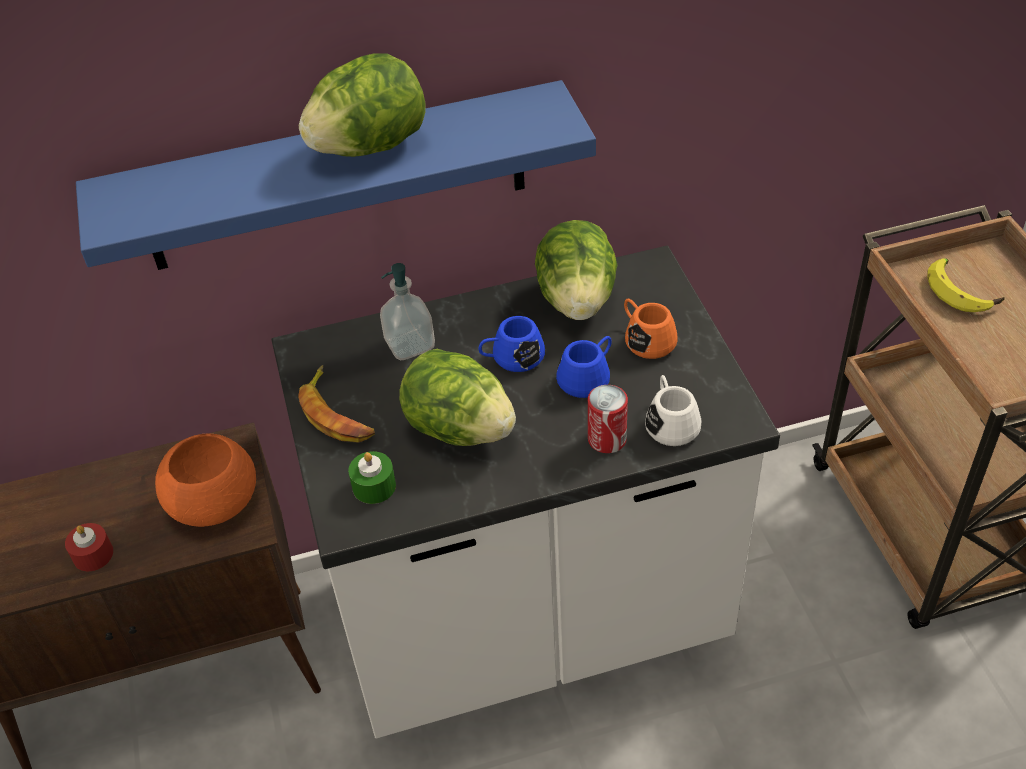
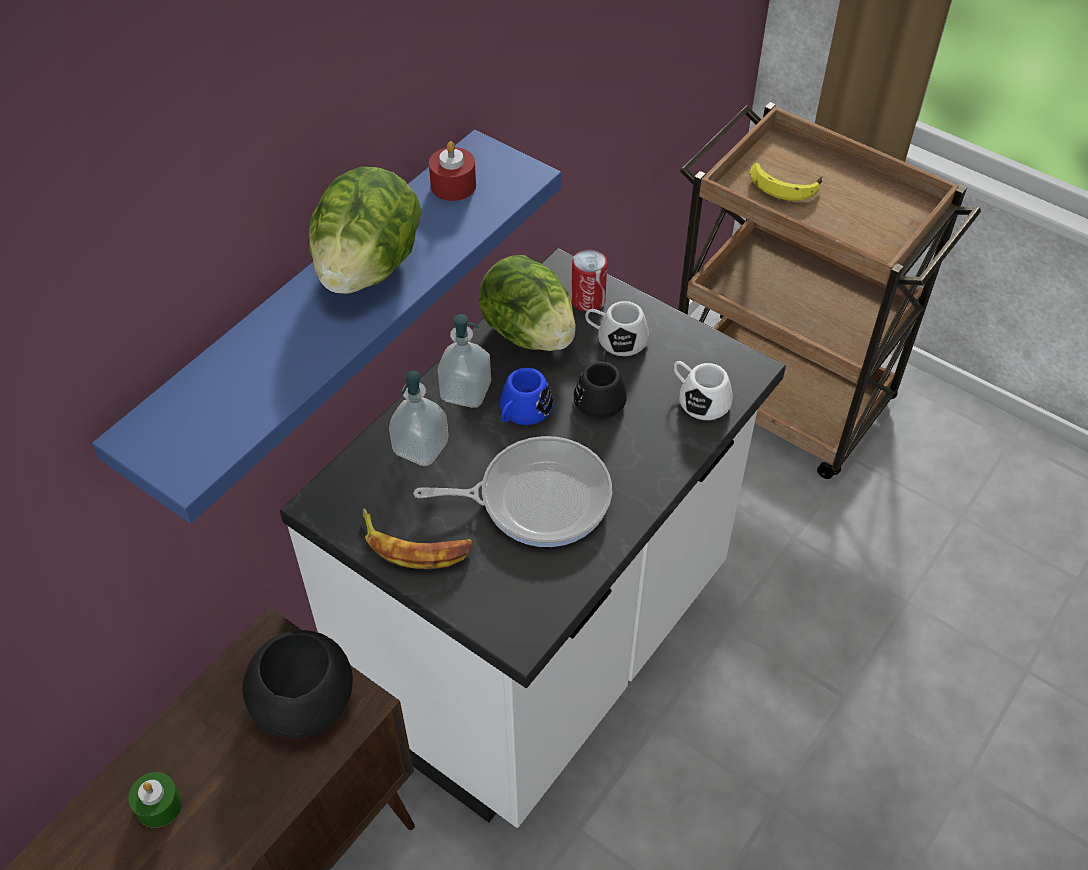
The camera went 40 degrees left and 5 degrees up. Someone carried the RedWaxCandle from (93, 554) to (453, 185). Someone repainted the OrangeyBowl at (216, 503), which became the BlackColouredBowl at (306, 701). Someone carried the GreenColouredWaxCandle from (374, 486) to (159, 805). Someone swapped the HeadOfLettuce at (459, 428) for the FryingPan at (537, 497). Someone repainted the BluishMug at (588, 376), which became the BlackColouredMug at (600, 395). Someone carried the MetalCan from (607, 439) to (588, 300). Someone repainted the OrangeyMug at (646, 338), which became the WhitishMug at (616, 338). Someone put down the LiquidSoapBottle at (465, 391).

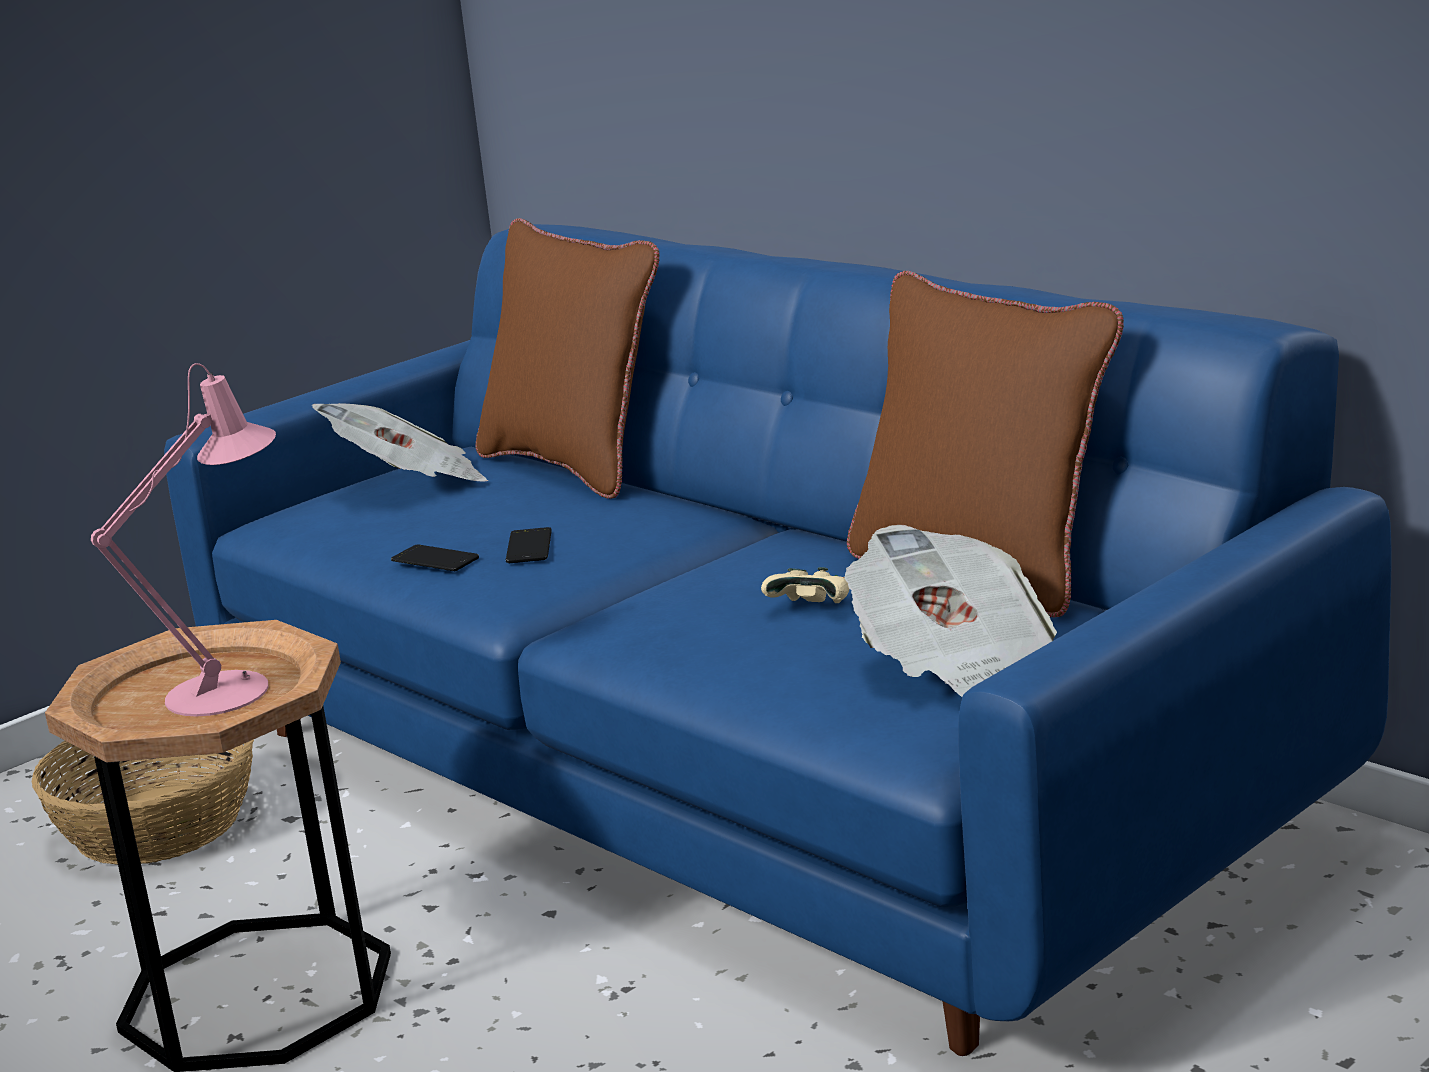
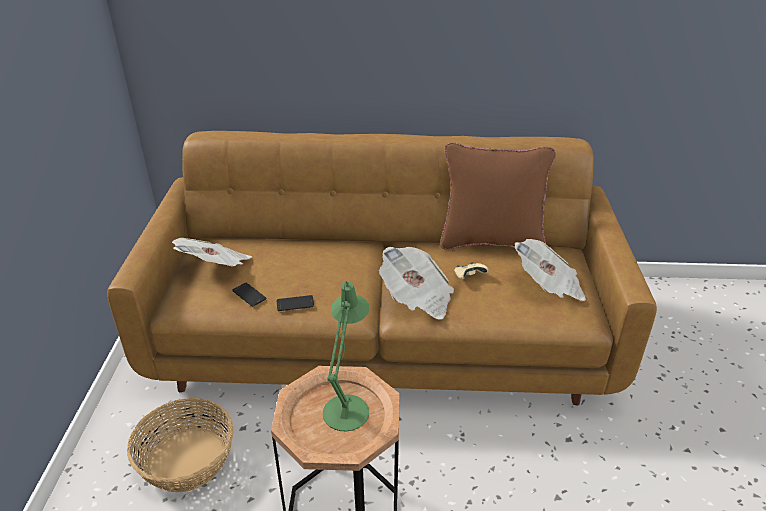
The camera went 45 degrees left and 15 degrees up. Someone repainted the PinkColouredTableLamp at (232, 688), which became the GreenColouredTableLamp at (347, 407). Someone repainted the BluishCouch at (737, 775), which became the BrownishCouch at (383, 333). Someone took away the BrownishPillow at (575, 466). Someone carried the Phone from (529, 547) to (249, 295). Someone put down the PrintedPaper at (417, 298).

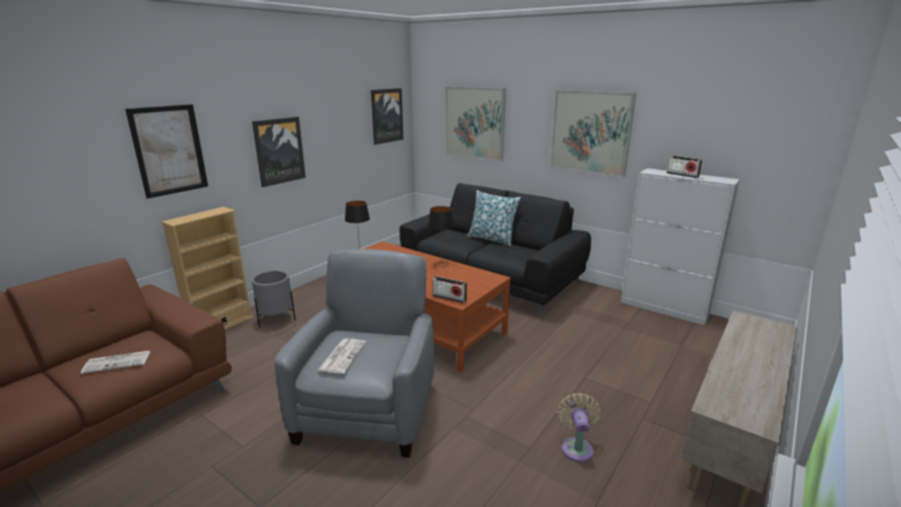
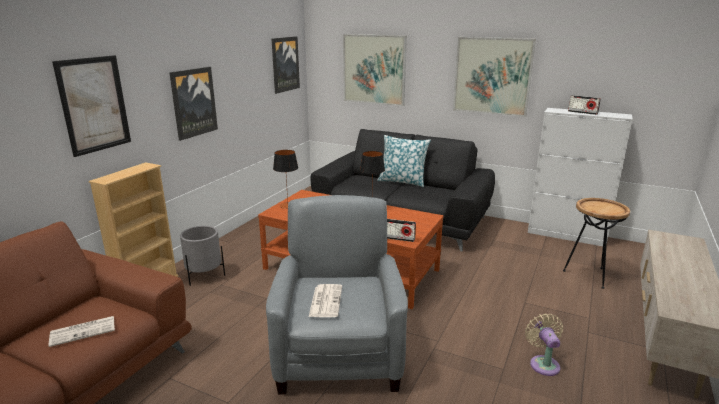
The camera went 10 degrees left and 0 degrees up. Someone put down the BrownishEndTable at (589, 275).

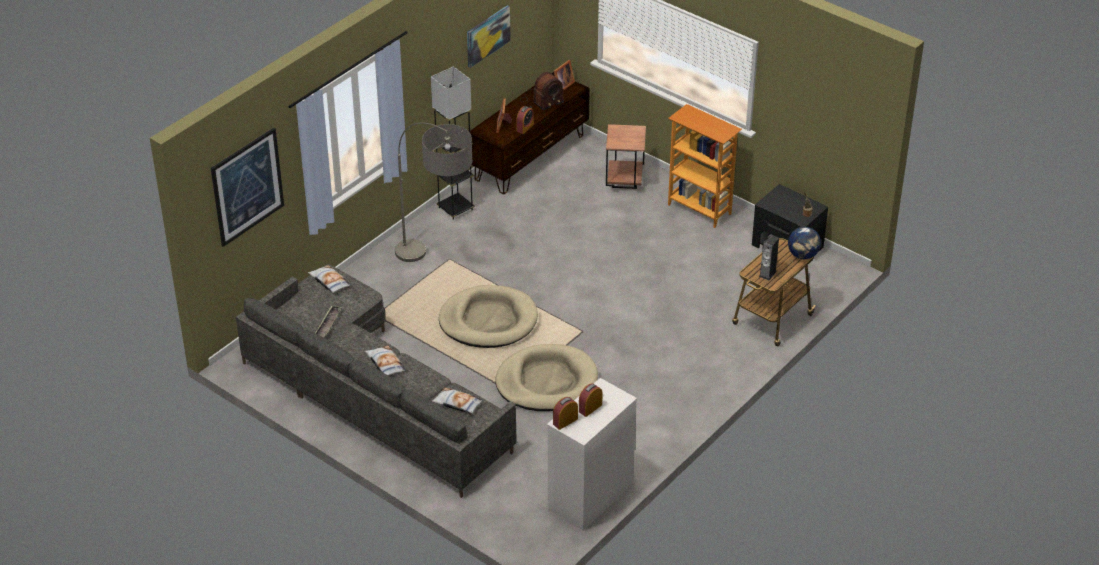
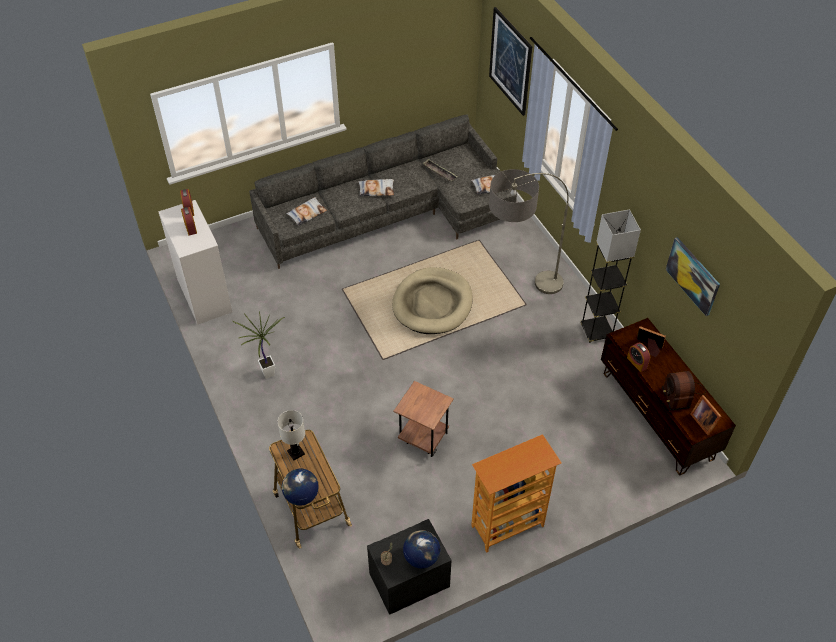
The camera went 115 degrees right and 10 degrees up. Someone took away the BeigePetBed at (546, 382). Someone carried the BrownishEndTable from (624, 181) to (424, 438). Someone swapped the Speaker at (767, 273) for the WhitishTableLamp at (296, 453). Someone put down the PlantInAPot at (268, 376). Someone put down the DeskGlobe at (421, 557).

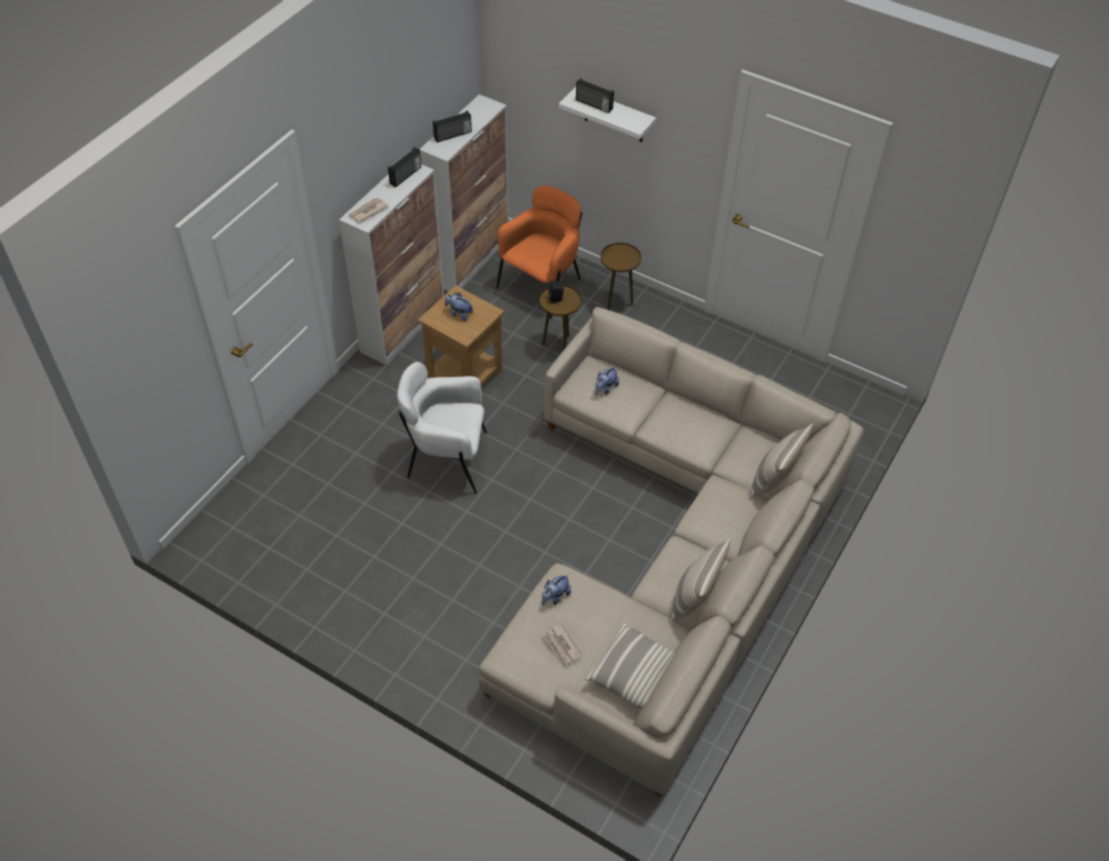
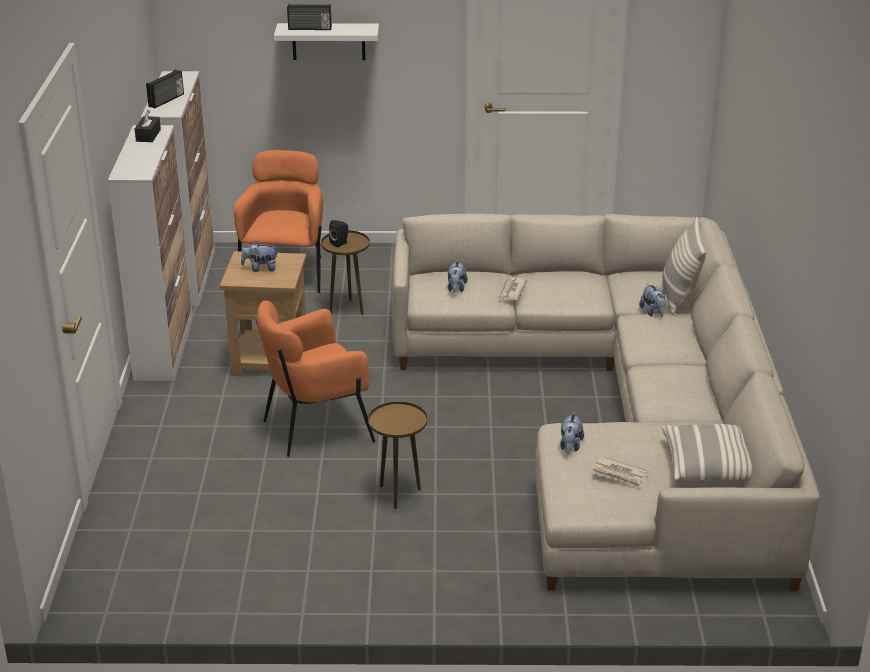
The camera went 30 degrees left and 20 degrees down. Someone carried the PrintedPaper from (367, 211) to (511, 291). Someone swapped the Radio at (406, 176) for the BlackColouredTissueBox at (148, 135). Someone repainted the WhitishLoungeChair at (447, 459), which became the OrangeyLoungeChair at (316, 428). Someone carried the BrownishEndTable from (617, 302) to (398, 494). Someone took away the Pillow at (694, 598). Someone put down the PlushToy at (653, 312).

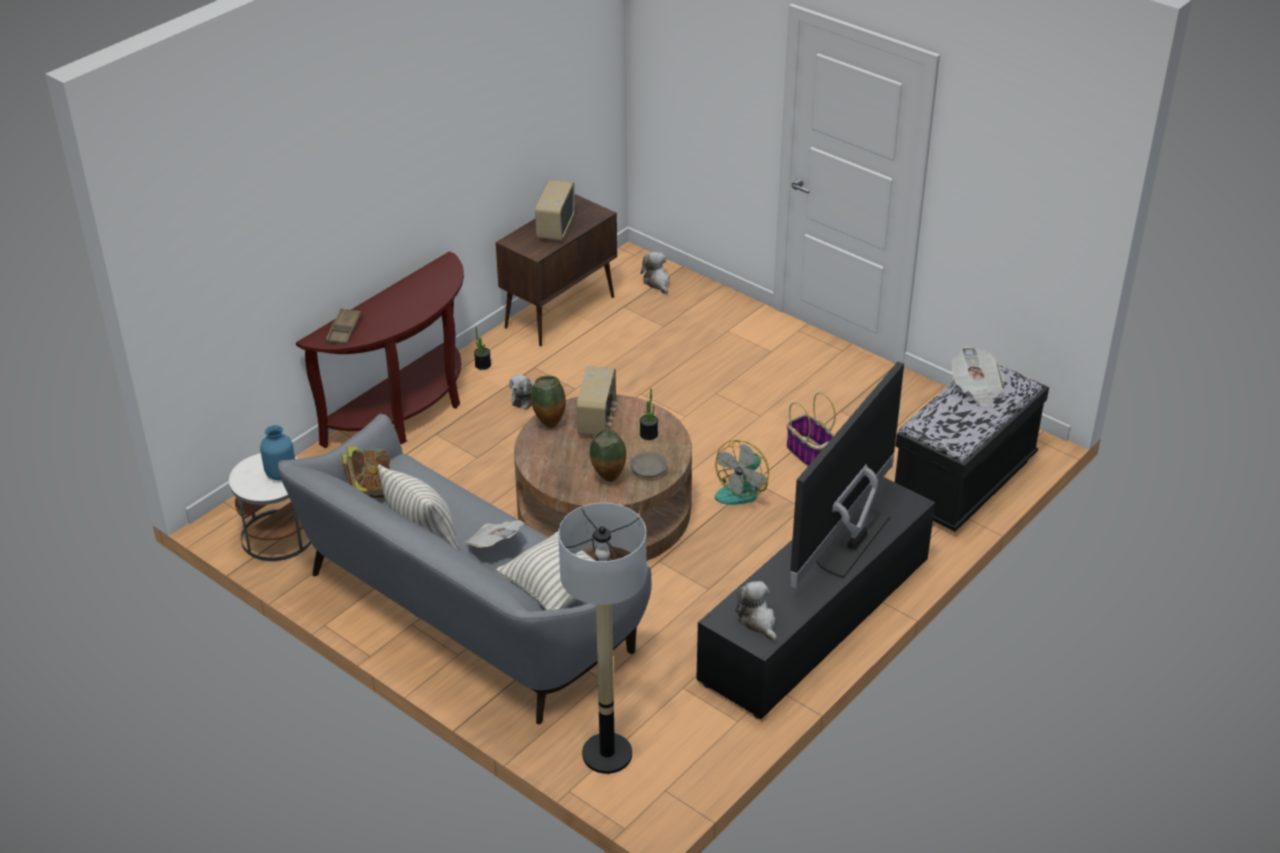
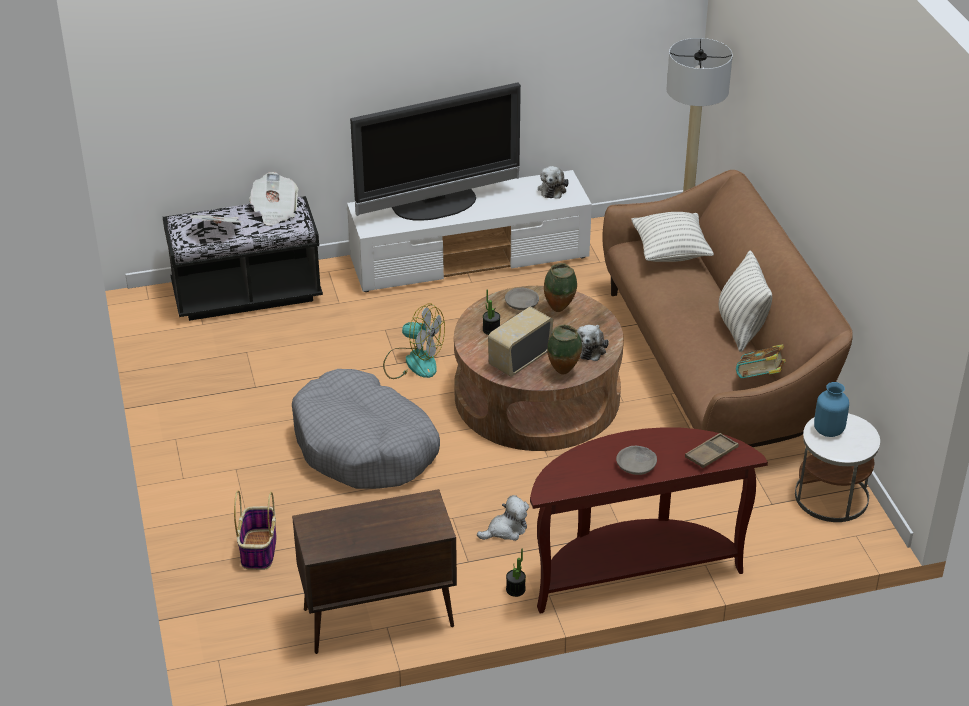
The camera went 145 degrees left and 0 degrees up. Someone repainted the GreyCouch at (463, 612), which became the BrownishCouch at (714, 369). Someone carried the PrintedPaper from (495, 545) to (274, 211). Someone took away the Radio at (555, 228). Someone carried the PlushToy from (657, 282) to (591, 348). Someone repainted the BlackColouredTvStand at (815, 622), which became the WhitishTvStand at (470, 259). Someone rotated the ElectricFan at (742, 489) by 45 degrees clockwise. Someone carried the Basket from (810, 454) to (258, 549). Someone put down the GreyPetBed at (364, 446). Someone put down the GreyBowl at (636, 465).

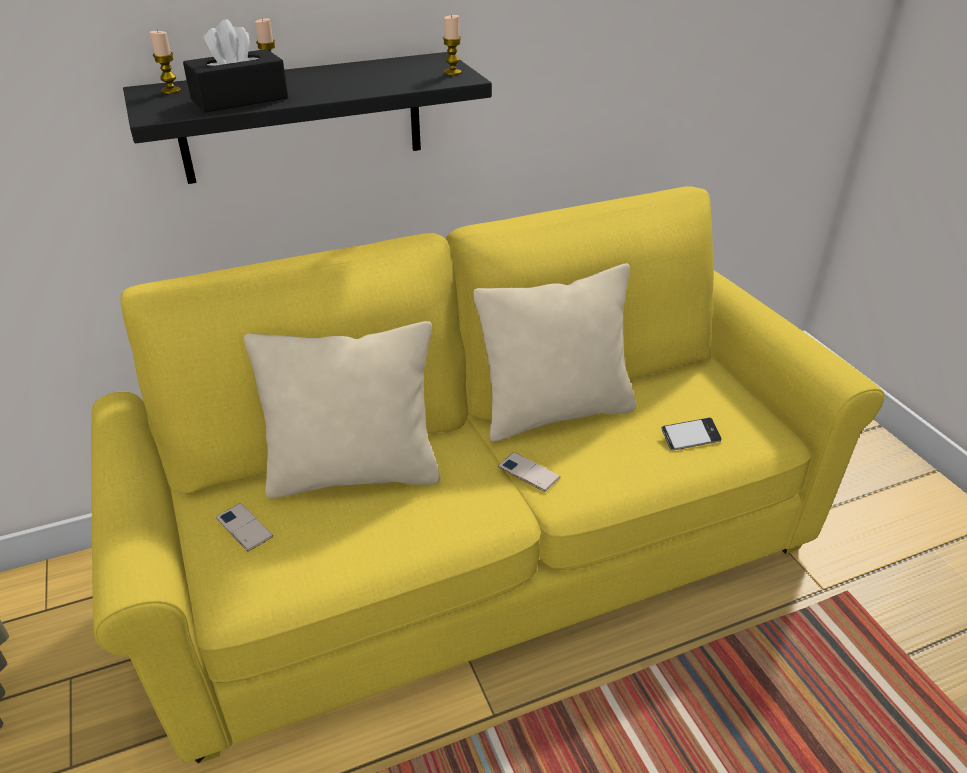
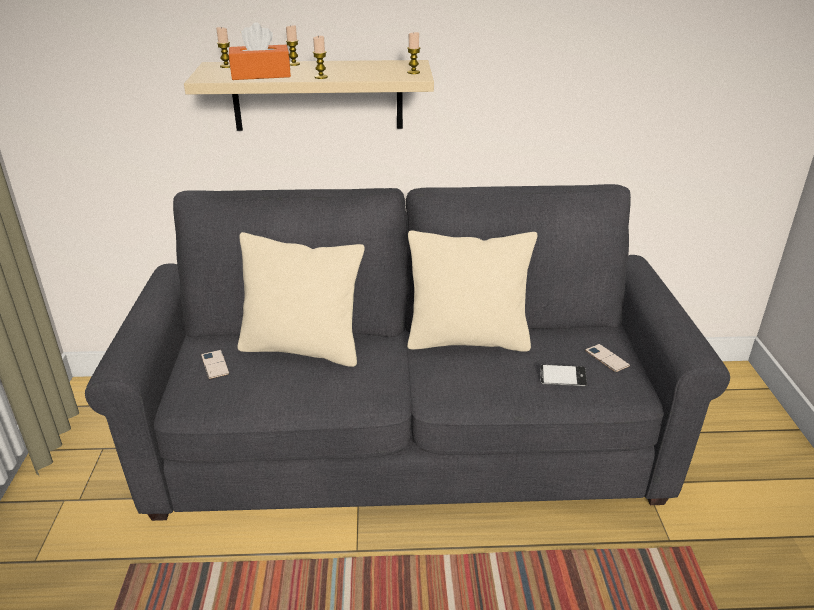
The camera went 20 degrees right and 5 degrees down. Someone repainted the YellowishCouch at (484, 548), which became the GreyCouch at (407, 439). Someone repainted the BlackColouredWallShelf at (302, 118), which became the BeigeWallShelf at (318, 95). Someone repainted the BlackColouredTissueBox at (239, 99), which became the OrangeyTissueBox at (261, 75). Someone carried the Phone from (528, 472) to (607, 358). Someone put down the WaxCandle at (321, 77).

